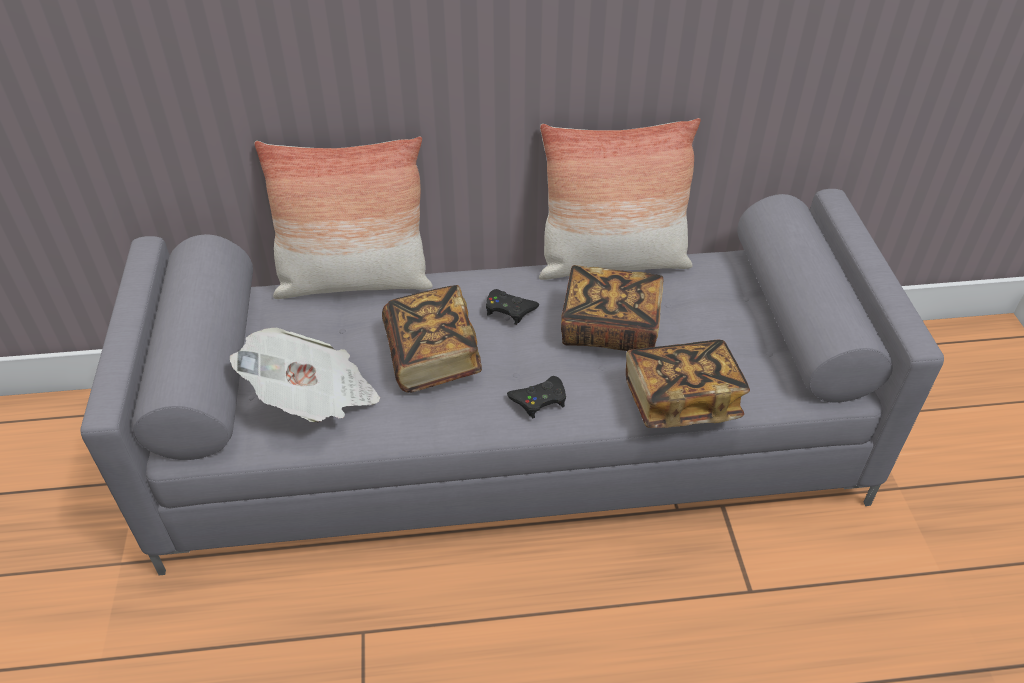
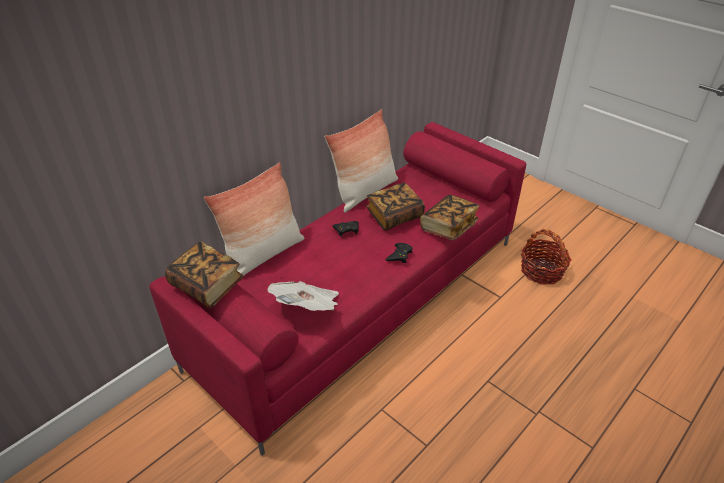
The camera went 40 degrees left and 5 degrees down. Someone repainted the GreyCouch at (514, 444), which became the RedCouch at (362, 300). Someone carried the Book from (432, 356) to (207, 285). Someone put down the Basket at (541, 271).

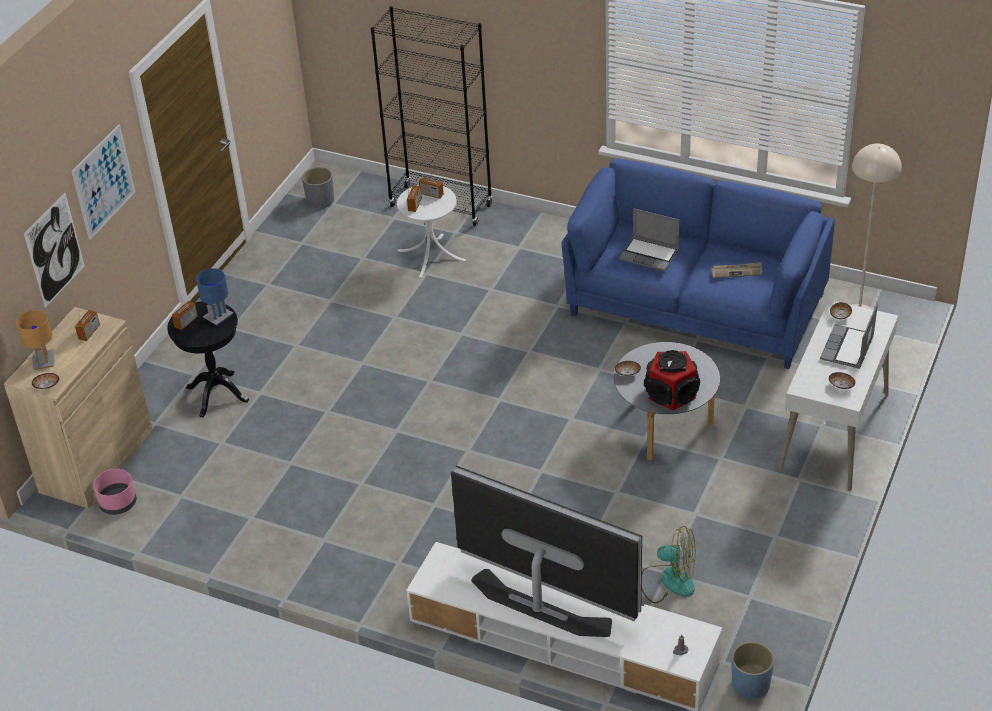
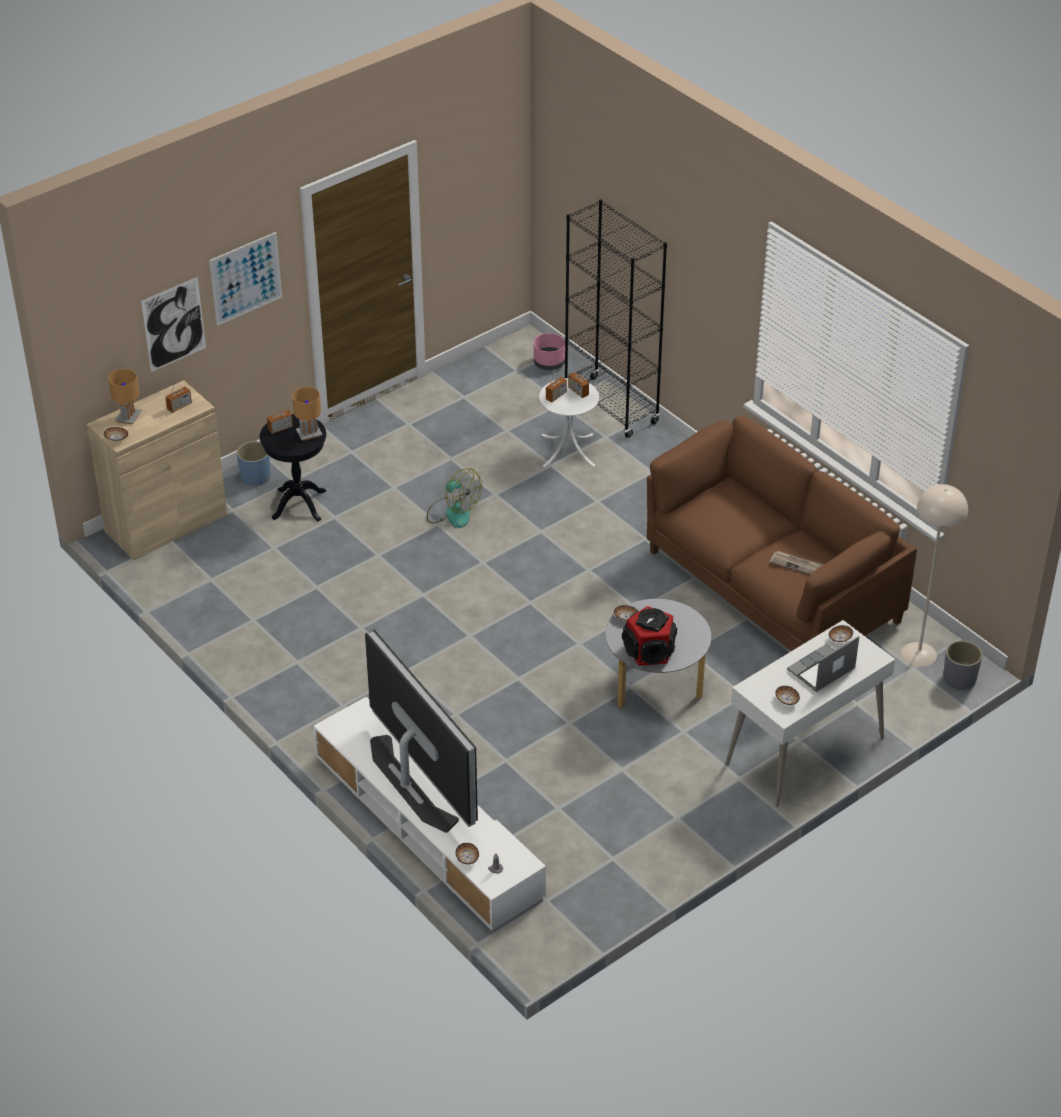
The camera went 25 degrees right and 0 degrees up. Someone carried the PinkColouredPlanter from (118, 503) to (549, 363). Someone repainted the BluishTableLamp at (218, 317), which became the BrownishTableLamp at (309, 433). Someone carried the GreyPlanter from (320, 201) to (959, 679). Someone repainted the BluishCouch at (696, 305), which became the BrownishCouch at (772, 587). Someone took away the PortableComputer at (650, 255). Someone carried the ElectricFan from (668, 581) to (452, 512). Someone carried the BluishPlanter from (750, 684) to (255, 477). Someone put down the Bowl at (467, 858).

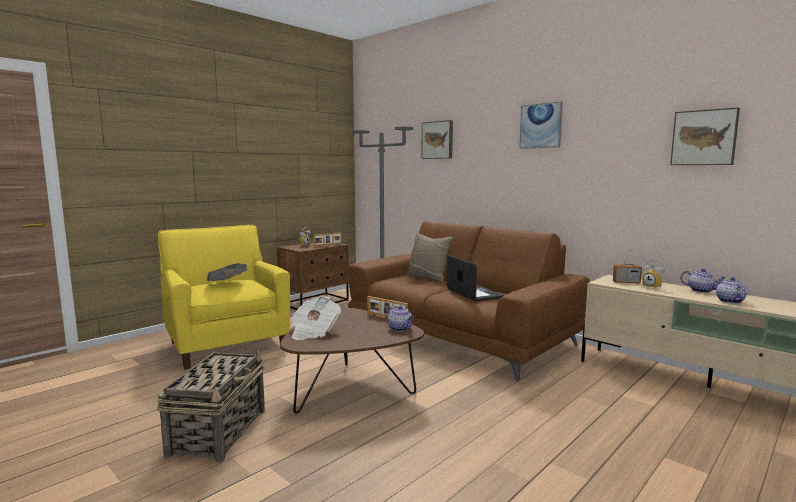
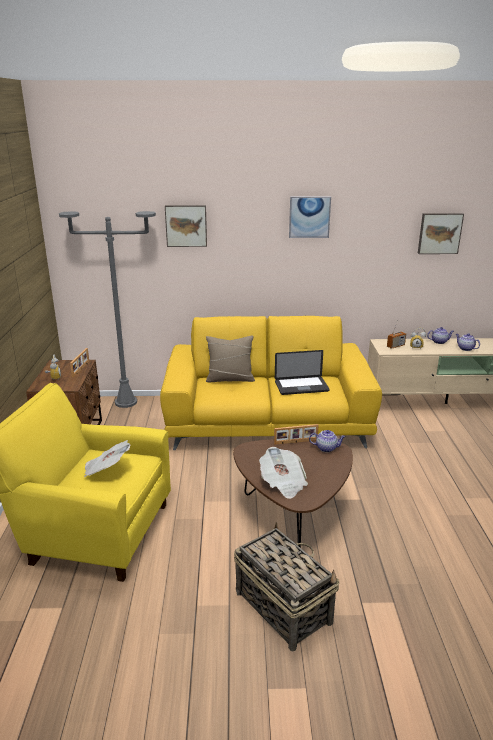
The camera went 45 degrees left and 15 degrees up. Someone repainted the BrownishCouch at (460, 335), which became the YellowishCouch at (268, 421). Someone rotated the PortableComputer at (474, 293) by 150 degrees clockwise.

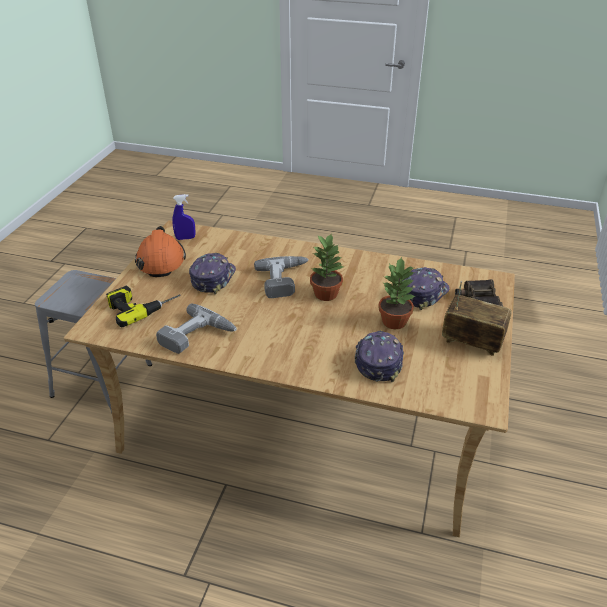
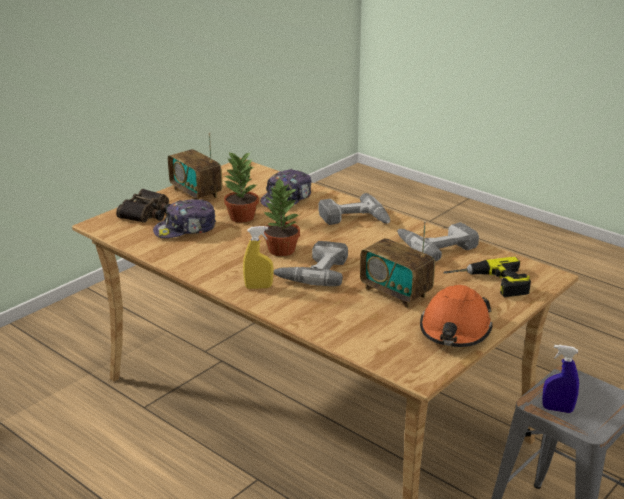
The camera went 155 degrees left and 10 degrees down. Someone carried the BluishSprayer from (185, 238) to (557, 409). Someone swapped the Cap at (213, 278) for the Radio at (395, 292). Someone put down the YellowishSprayer at (258, 287). Someone put down the PowerDrill at (355, 220).

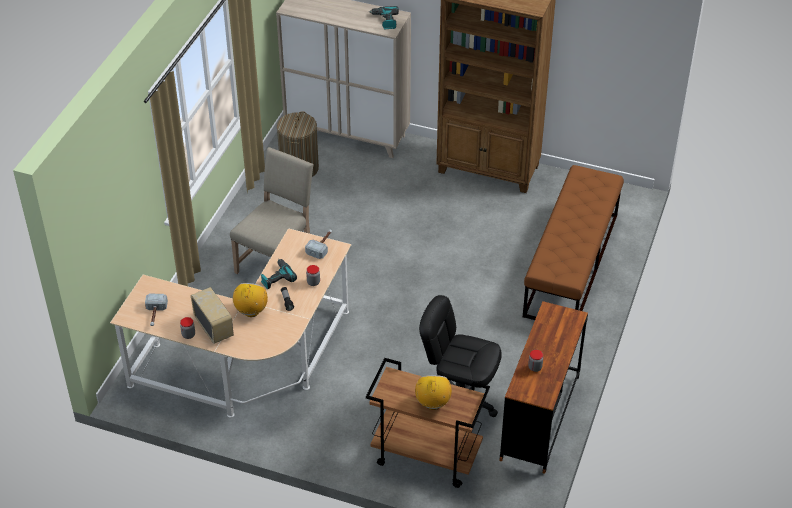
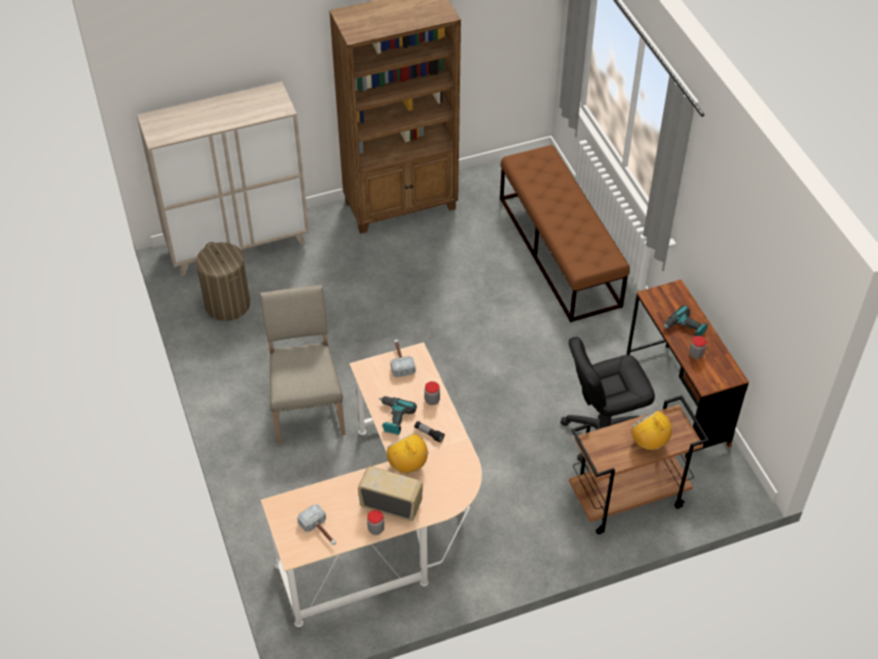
The camera went 40 degrees left and 5 degrees up. Someone carried the PowerDrill from (385, 21) to (684, 328).

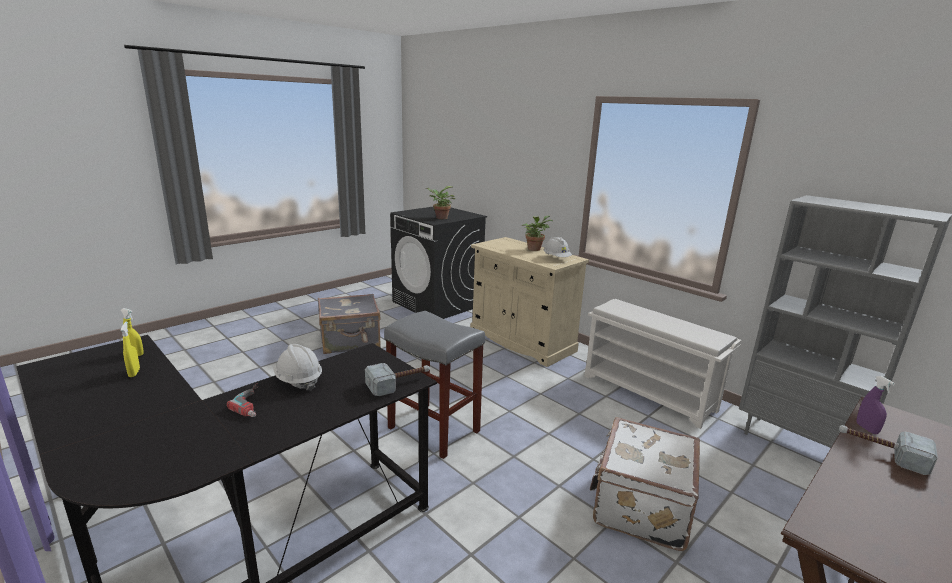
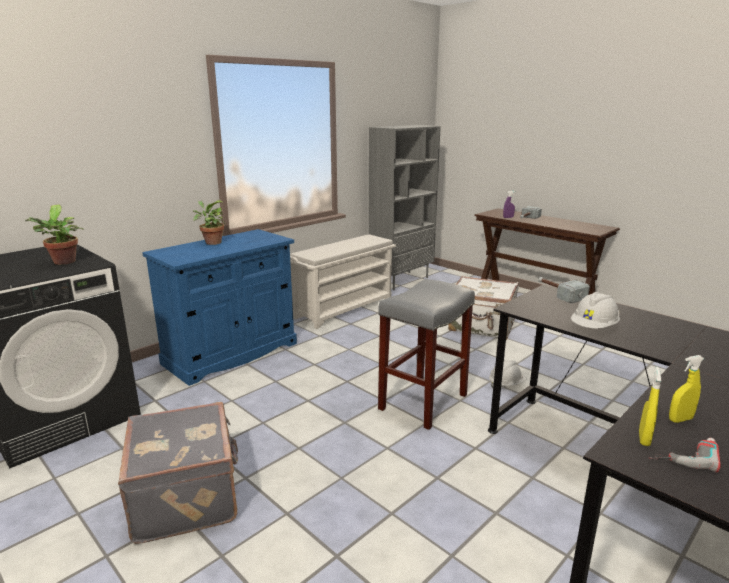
The camera went 90 degrees left and 0 degrees up. Someone carried the PowerDrill from (255, 403) to (682, 454). Someone repainted the BeigeStorageCabinet at (521, 341), which became the BluishStorageCabinet at (231, 353). Someone carried the WhitishHardHat from (556, 258) to (506, 384).

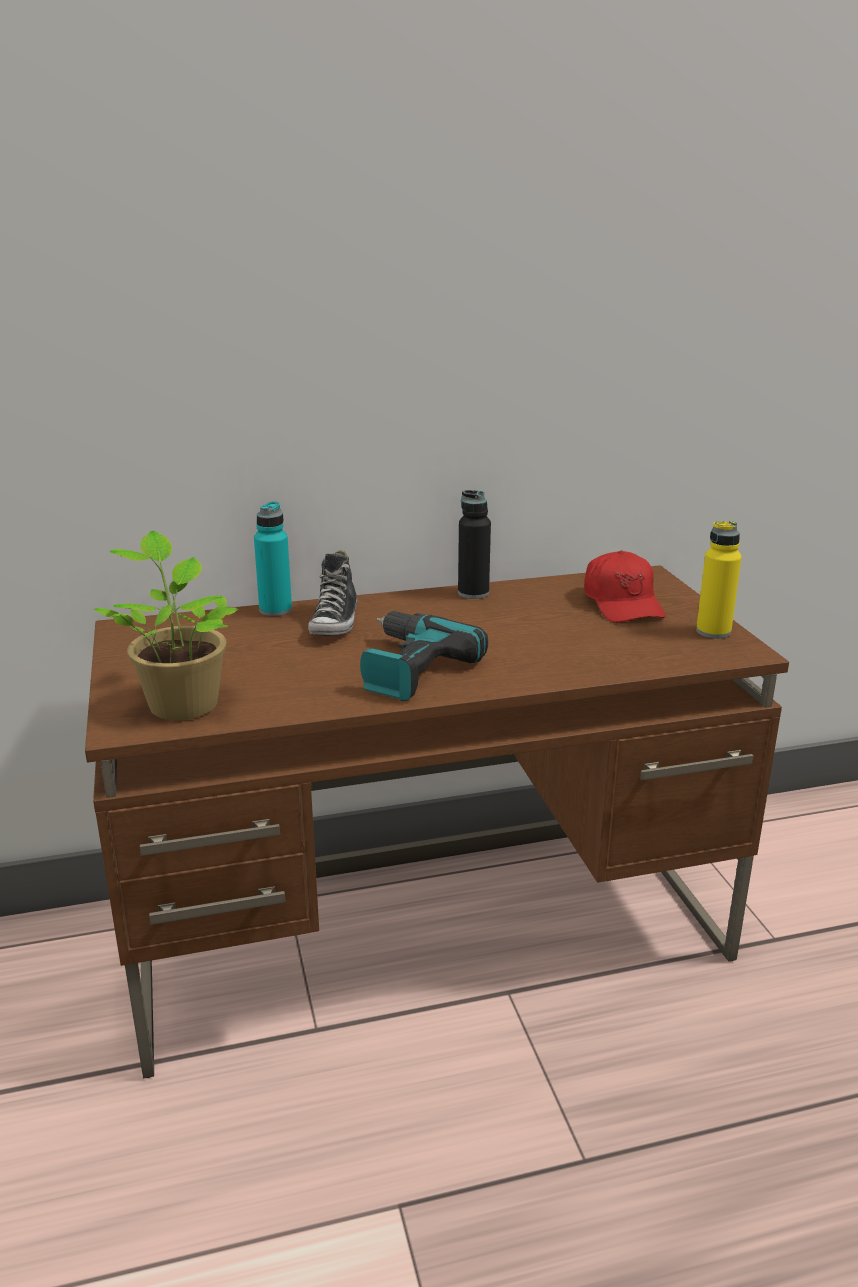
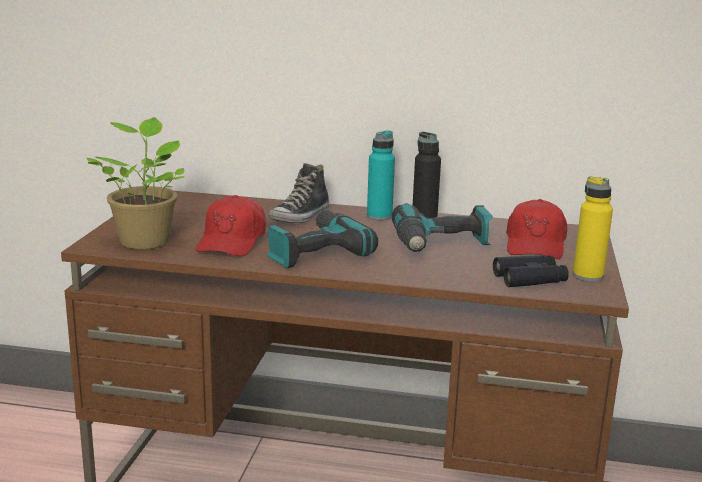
The camera went 25 degrees right and 5 degrees down. Someone carried the BlueGreenDrinkBottle from (275, 610) to (379, 216). Someone put down the RedCap at (232, 241). Someone put down the PowerDrill at (442, 244). Someone put down the BlackColouredPairOfBinoculars at (529, 279).

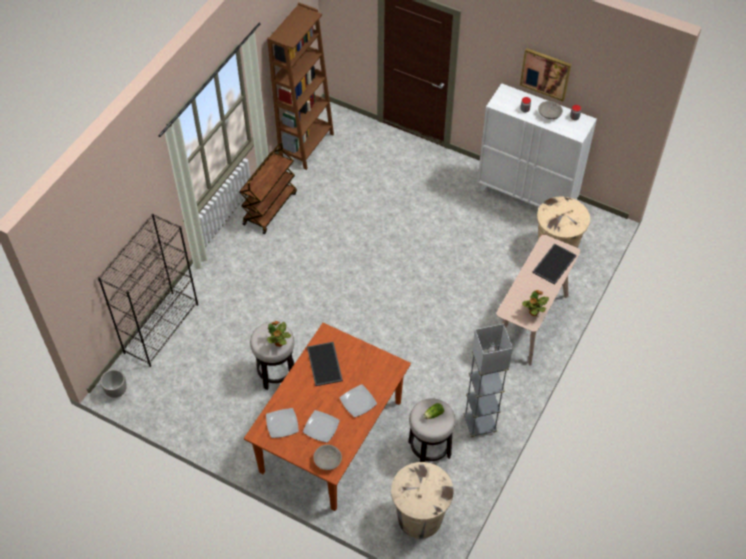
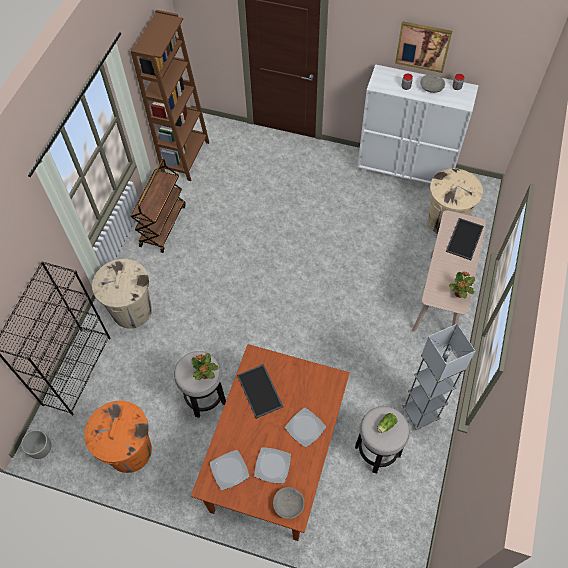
The camera went 10 degrees left and 5 degrees up. Someone carried the BeigeTrashCan from (419, 517) to (132, 311). Someone put down the OrangeyTrashCan at (129, 451).

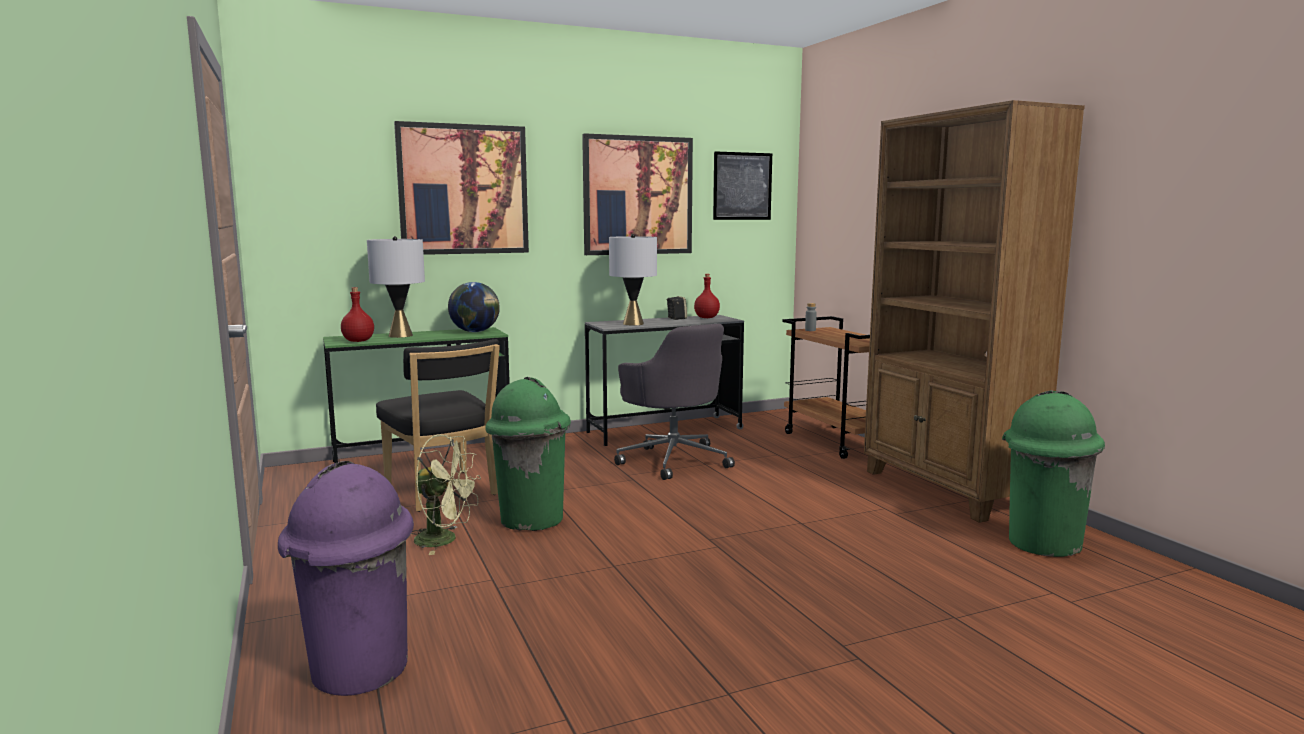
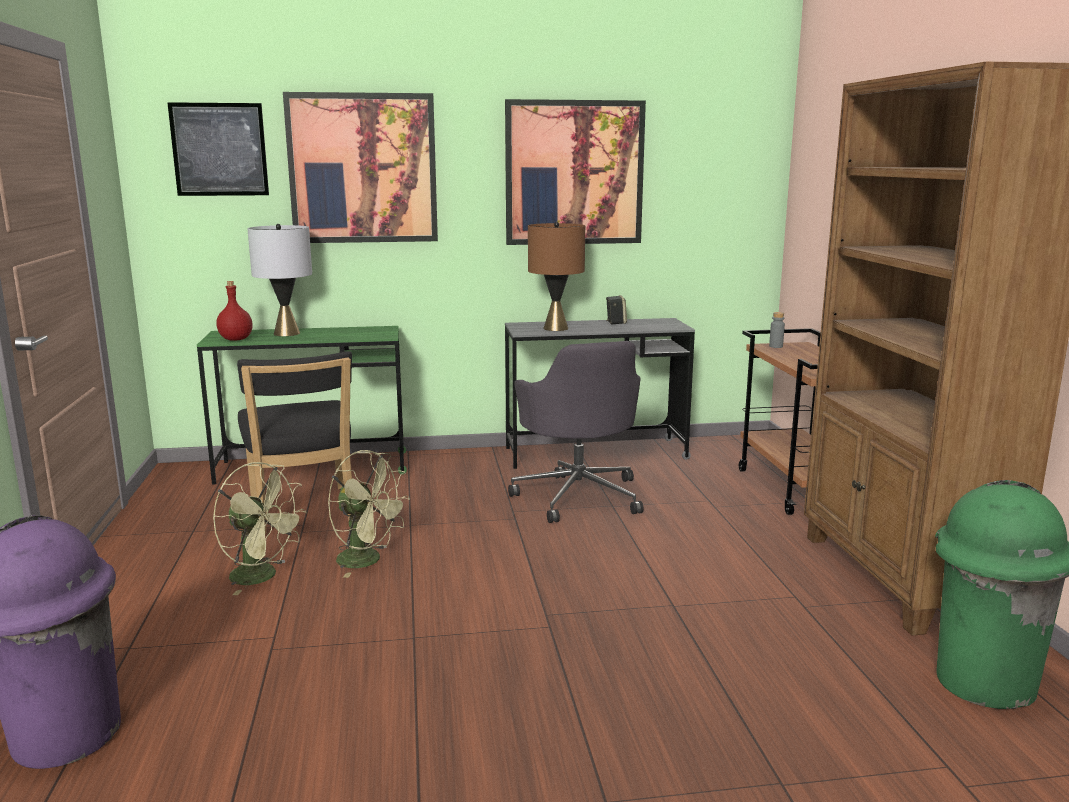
The camera went 15 degrees right and 5 degrees up. Someone took away the DeskGlobe at (475, 332). Someone swapped the GreenColouredTrashCan at (531, 519) for the GreenColouredElectricFan at (368, 561). Someone repainted the GreyTableLamp at (633, 324), which became the BrownishTableLamp at (556, 328). Someone took away the RedDrinkBottle at (706, 318). Someone carried the WallPicture from (742, 186) to (219, 149).

